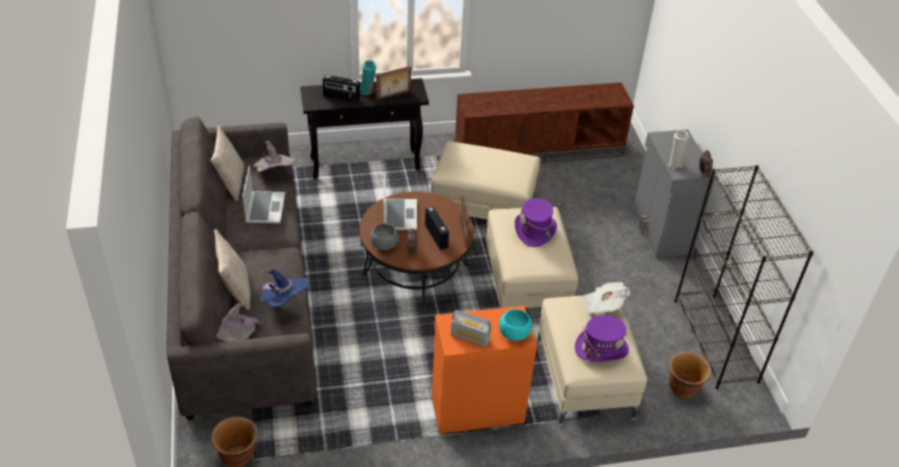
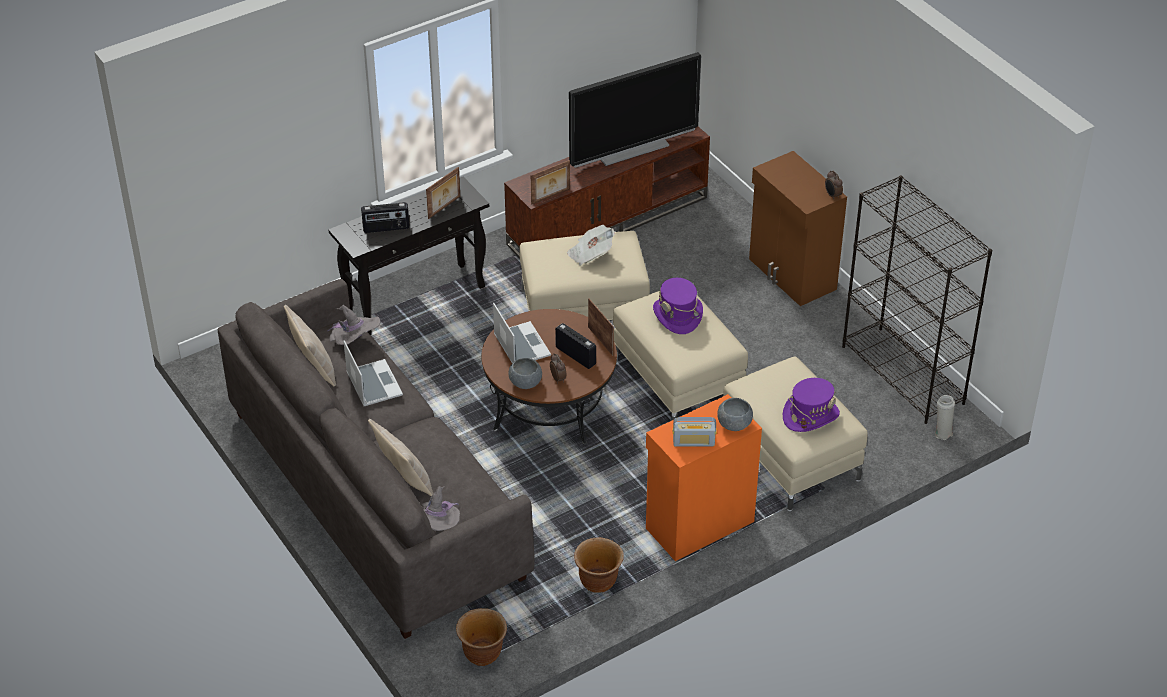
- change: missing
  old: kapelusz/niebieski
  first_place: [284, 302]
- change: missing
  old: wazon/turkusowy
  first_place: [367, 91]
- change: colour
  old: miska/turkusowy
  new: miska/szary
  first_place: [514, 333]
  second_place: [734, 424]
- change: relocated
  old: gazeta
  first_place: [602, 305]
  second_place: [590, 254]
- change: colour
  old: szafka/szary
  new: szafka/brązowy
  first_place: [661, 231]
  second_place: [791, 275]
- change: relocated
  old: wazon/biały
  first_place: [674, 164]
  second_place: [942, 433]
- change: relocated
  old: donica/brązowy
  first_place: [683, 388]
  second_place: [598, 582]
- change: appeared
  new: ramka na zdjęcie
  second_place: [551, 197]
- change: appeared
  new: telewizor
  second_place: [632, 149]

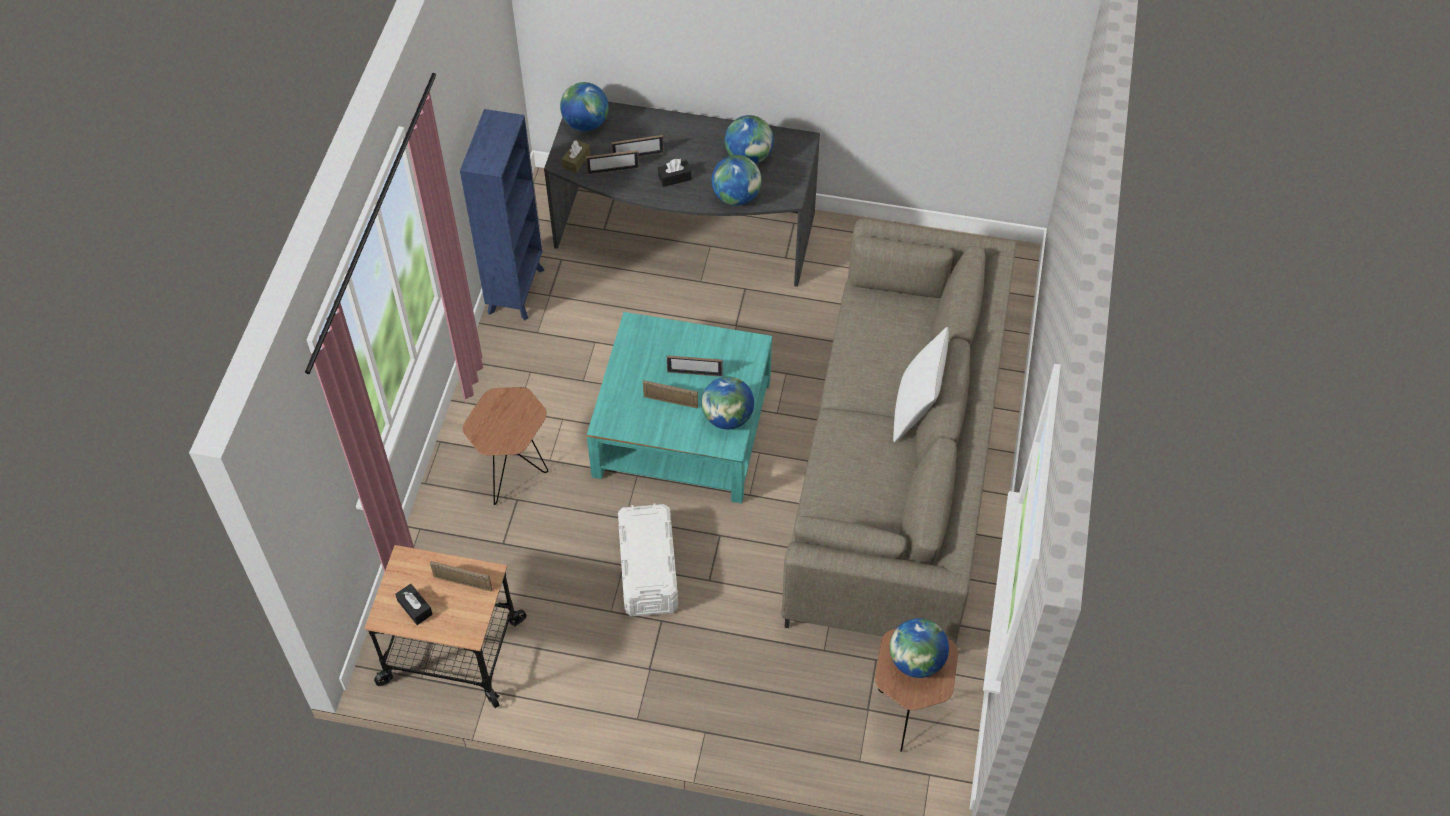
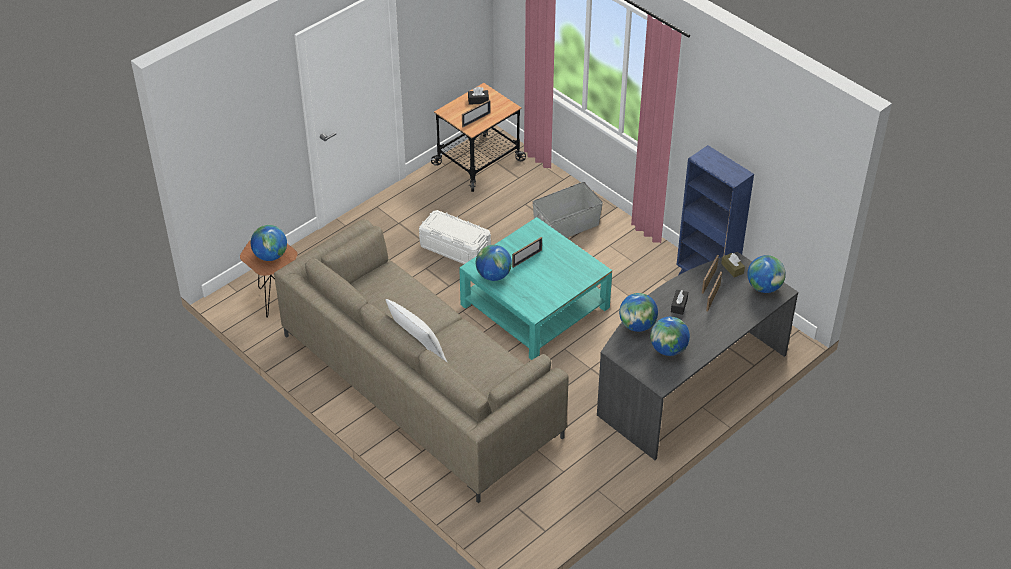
- change: exchanged
  old: stolik/brązowy
  new: pojemnik do przechowywania/szary
  first_place: [515, 474]
  second_place: [566, 226]
- change: missing
  old: ramka na zdjęcie
  first_place: [694, 373]

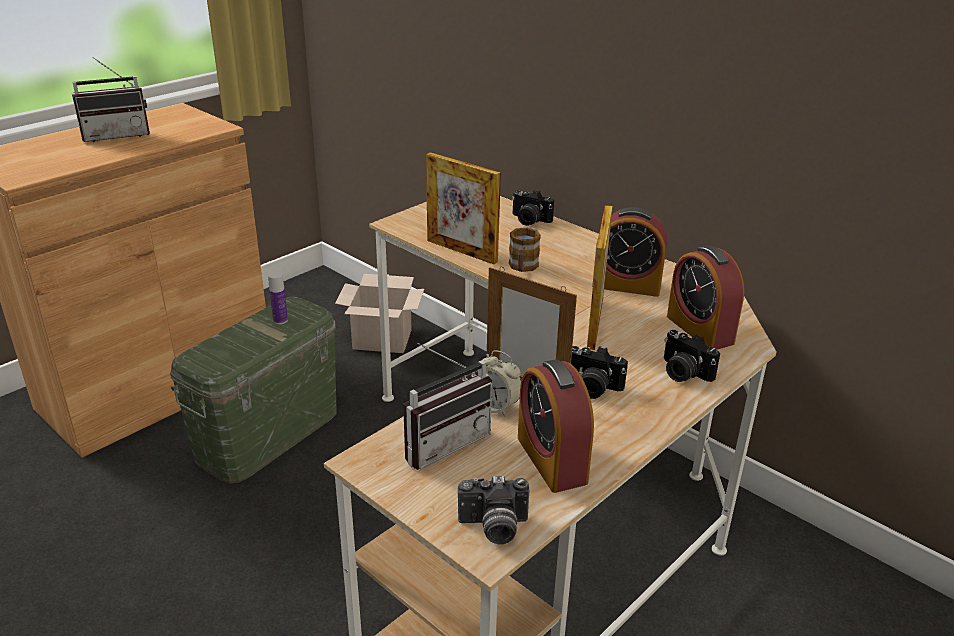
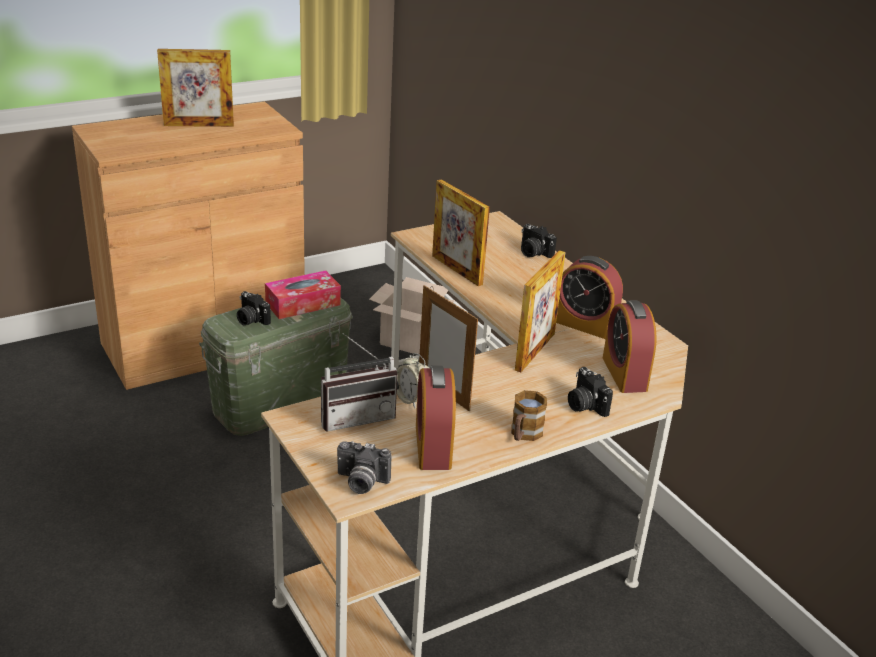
- change: exchanged
  old: radio
  new: ramka na zdjęcie
  first_place: [117, 135]
  second_place: [198, 125]
- change: exchanged
  old: butelka
  new: pudełko chusteczek
  first_place: [280, 320]
  second_place: [303, 304]
- change: relocated
  old: kubek
  first_place: [522, 268]
  second_place: [524, 434]
- change: relocated
  old: aparat fotograficzny
  first_place: [592, 387]
  second_place: [251, 320]

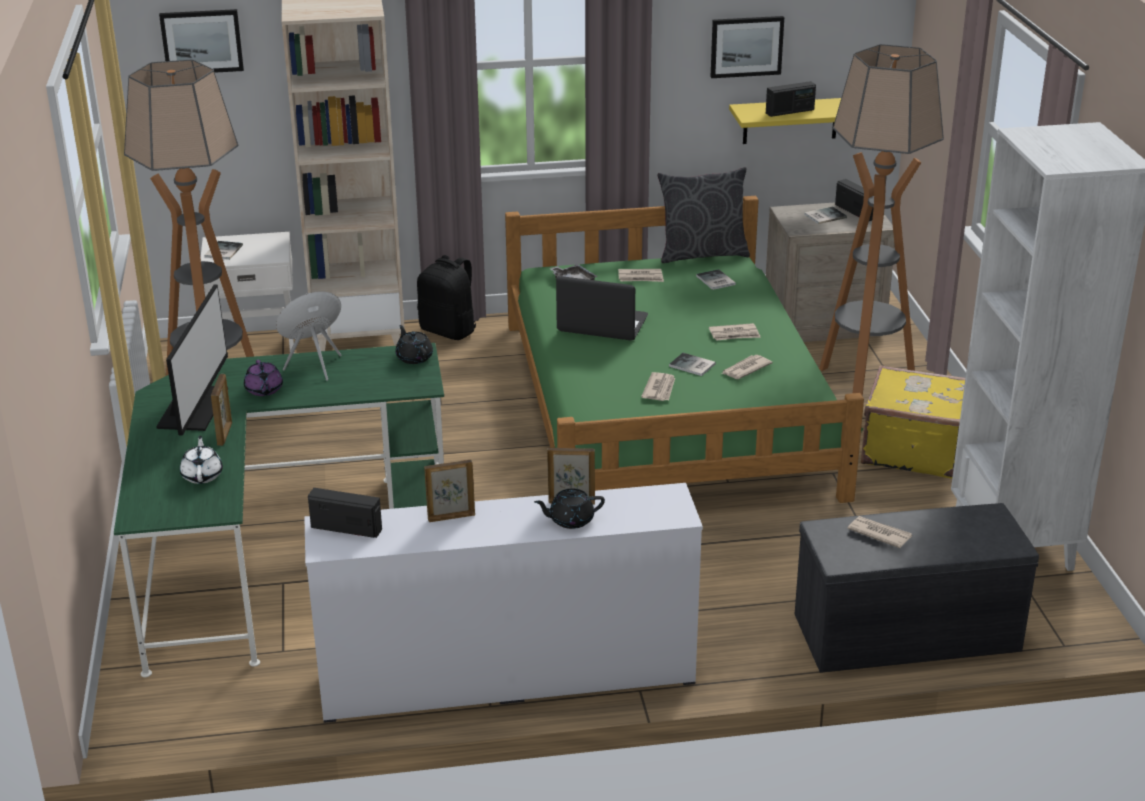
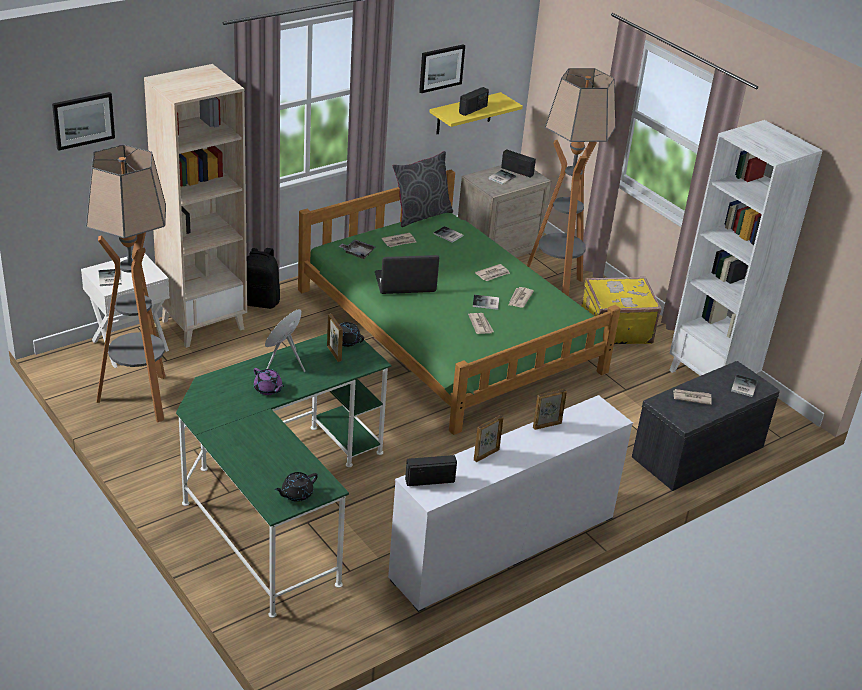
- change: missing
  old: monitor
  first_place: [195, 408]
- change: missing
  old: imbryk/biały
  first_place: [202, 475]
- change: relocated
  old: ramka na zdjęcie
  first_place: [225, 434]
  second_place: [334, 353]
- change: relocated
  old: imbryk/czarny
  first_place: [570, 520]
  second_place: [296, 494]
- change: appeared
  new: książka
  second_place: [743, 386]

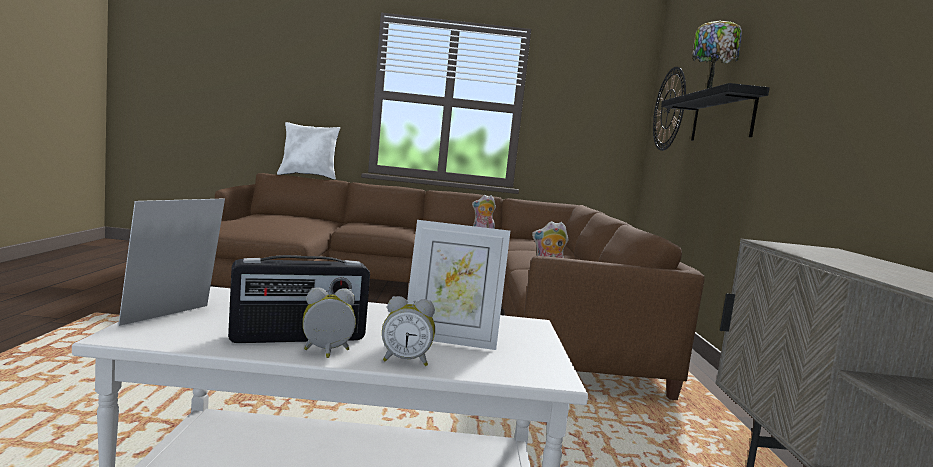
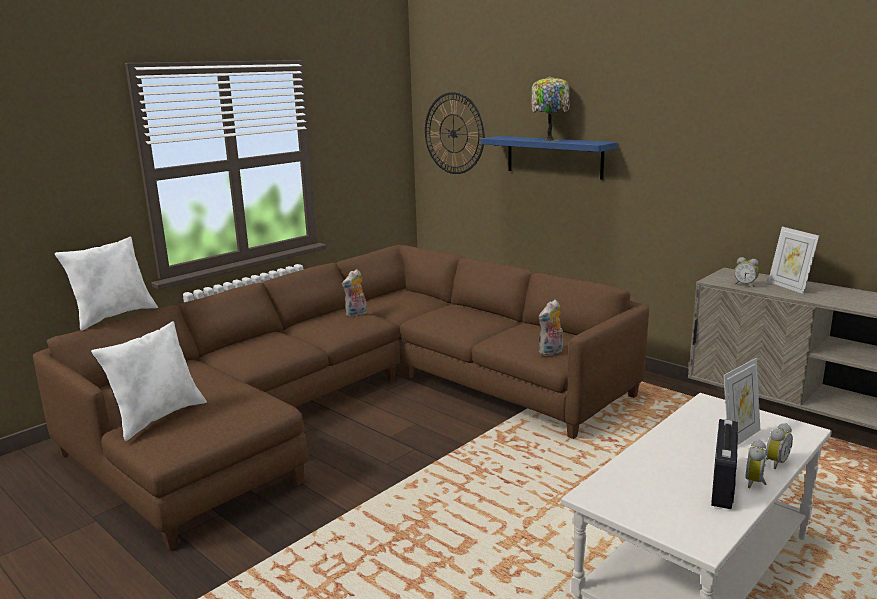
- change: relocated
  old: ramka na zdjęcie
  first_place: [172, 317]
  second_place: [789, 287]
- change: colour
  old: półka/czarny
  new: półka/niebieski
  first_place: [722, 118]
  second_place: [554, 156]
- change: appeared
  new: poduszka/biały
  second_place: [158, 417]
- change: appeared
  new: budzik
  second_place: [745, 285]

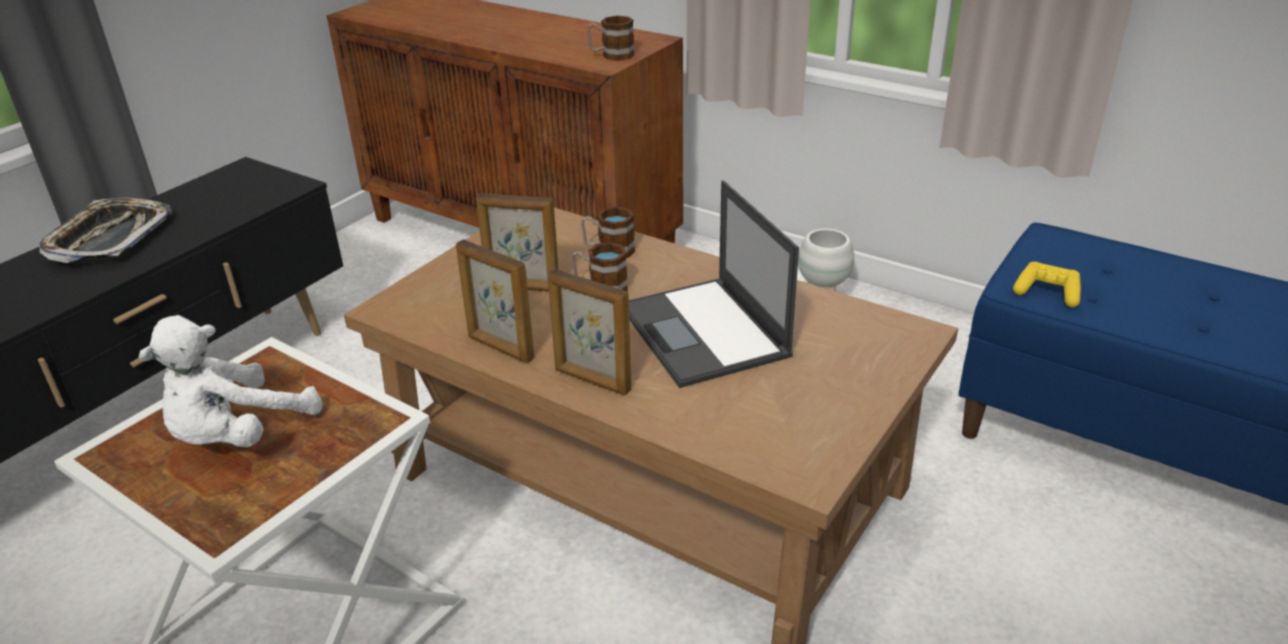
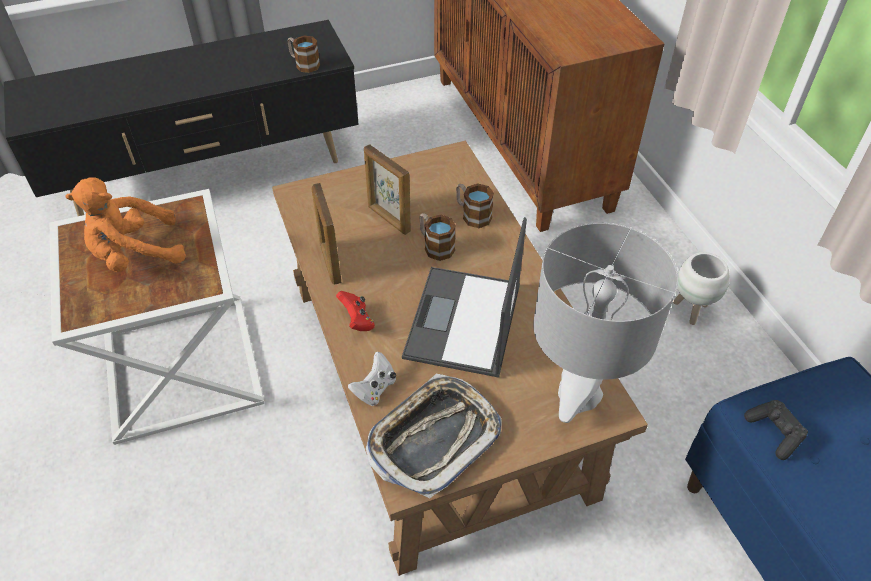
- change: relocated
  old: taca
  first_place: [110, 237]
  second_place: [434, 438]
- change: colour
  old: pluszak/biały
  new: pluszak/pomarańczowy
  first_place: [238, 435]
  second_place: [135, 254]
- change: exchanged
  old: ramka na zdjęcie
  new: pad do gier/czerwony
  first_place: [592, 380]
  second_place: [357, 321]
- change: relocated
  old: kubek
  first_place: [611, 55]
  second_place: [304, 64]
- change: colour
  old: pad do gier/żółty
  new: pad do gier/czarny
  first_place: [1047, 293]
  second_place: [774, 433]
- change: appeared
  new: pad do gier/biały
  second_place: [375, 389]
- change: appeared
  new: lampa stołowa/szary
  second_place: [578, 394]

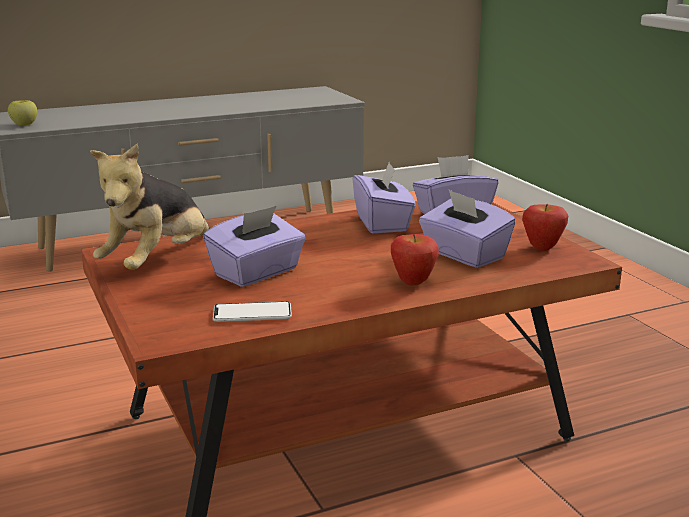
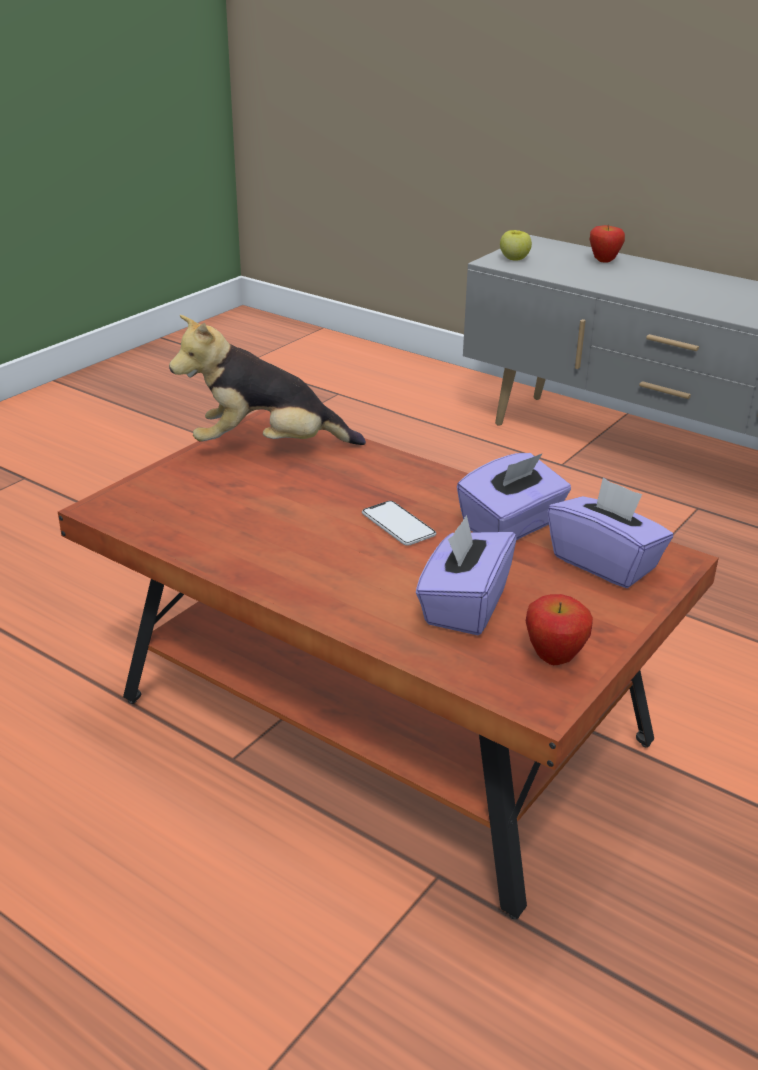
- change: missing
  old: pudełko chusteczek/fioletowy
  first_place: [257, 273]
- change: relocated
  old: telefon
  first_place: [252, 314]
  second_place: [398, 525]
- change: relocated
  old: jabłko
  first_place: [413, 283]
  second_place: [604, 261]

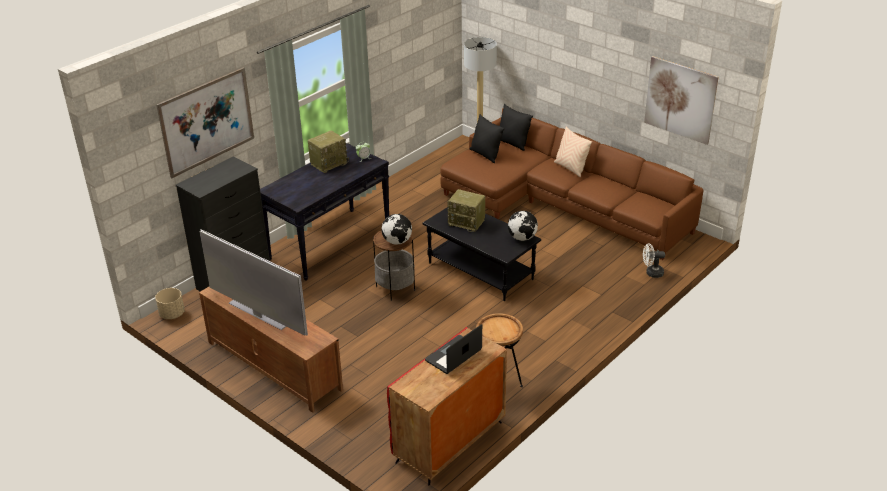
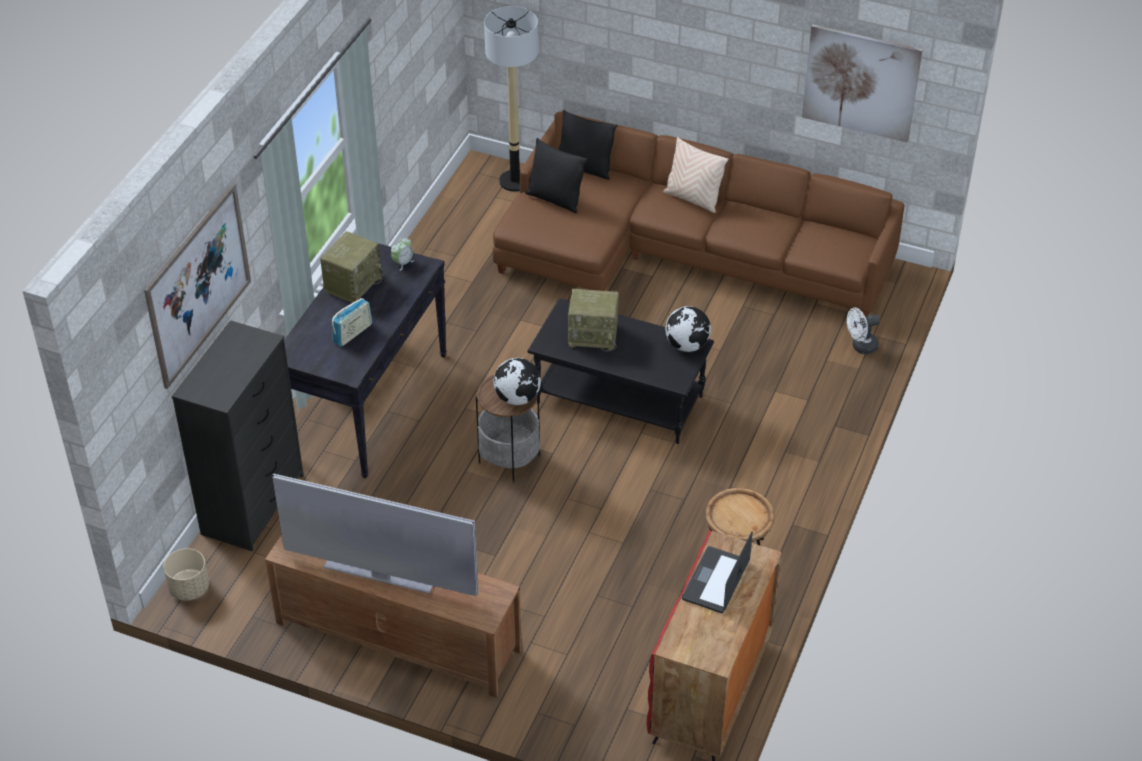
- change: appeared
  new: radio
  second_place: [353, 333]

